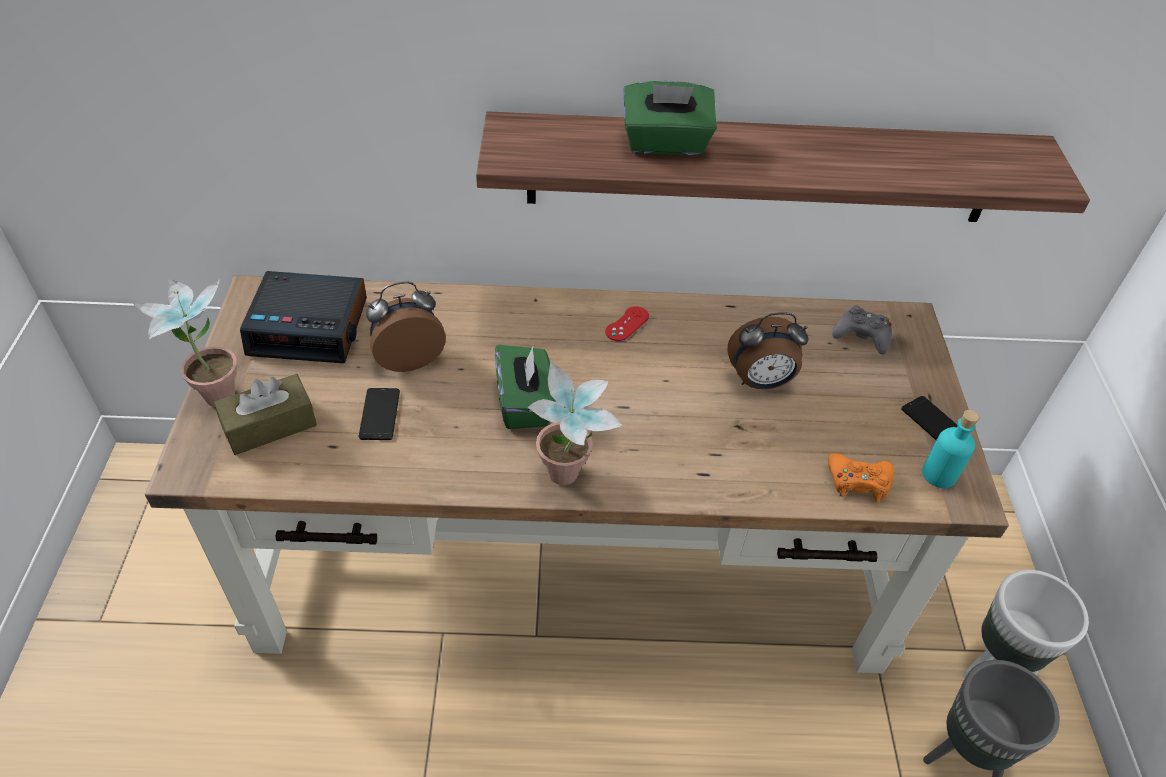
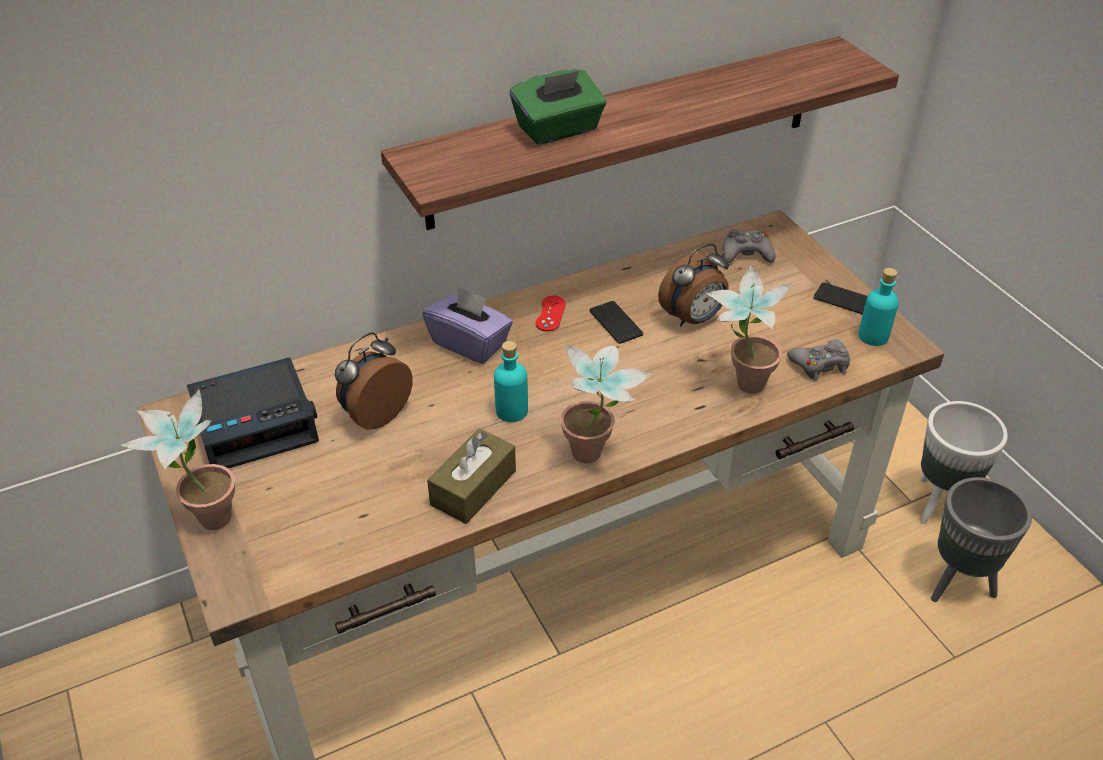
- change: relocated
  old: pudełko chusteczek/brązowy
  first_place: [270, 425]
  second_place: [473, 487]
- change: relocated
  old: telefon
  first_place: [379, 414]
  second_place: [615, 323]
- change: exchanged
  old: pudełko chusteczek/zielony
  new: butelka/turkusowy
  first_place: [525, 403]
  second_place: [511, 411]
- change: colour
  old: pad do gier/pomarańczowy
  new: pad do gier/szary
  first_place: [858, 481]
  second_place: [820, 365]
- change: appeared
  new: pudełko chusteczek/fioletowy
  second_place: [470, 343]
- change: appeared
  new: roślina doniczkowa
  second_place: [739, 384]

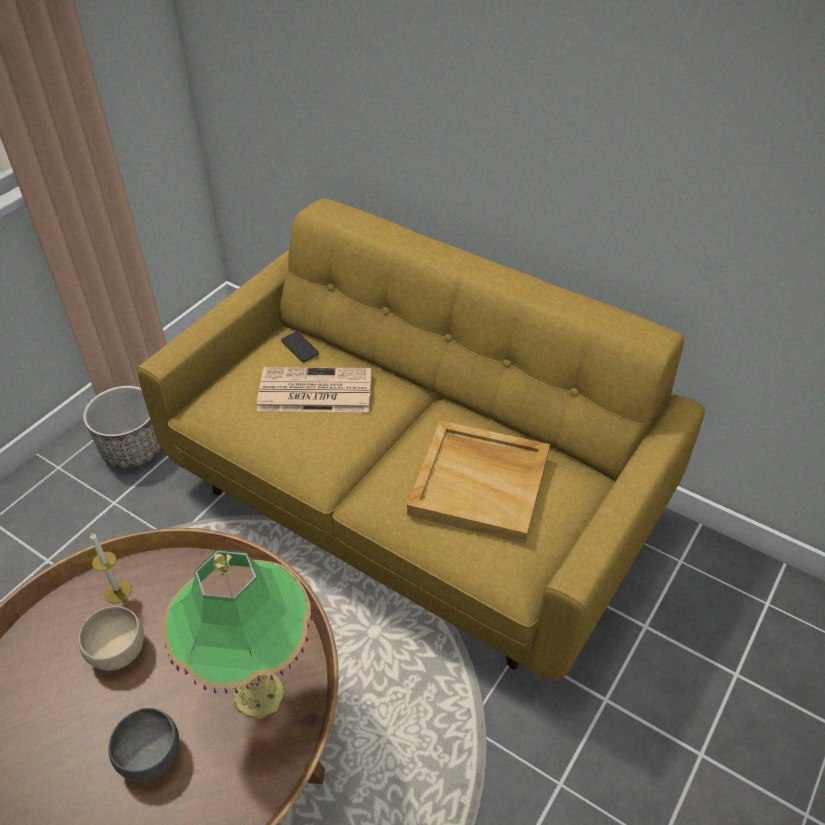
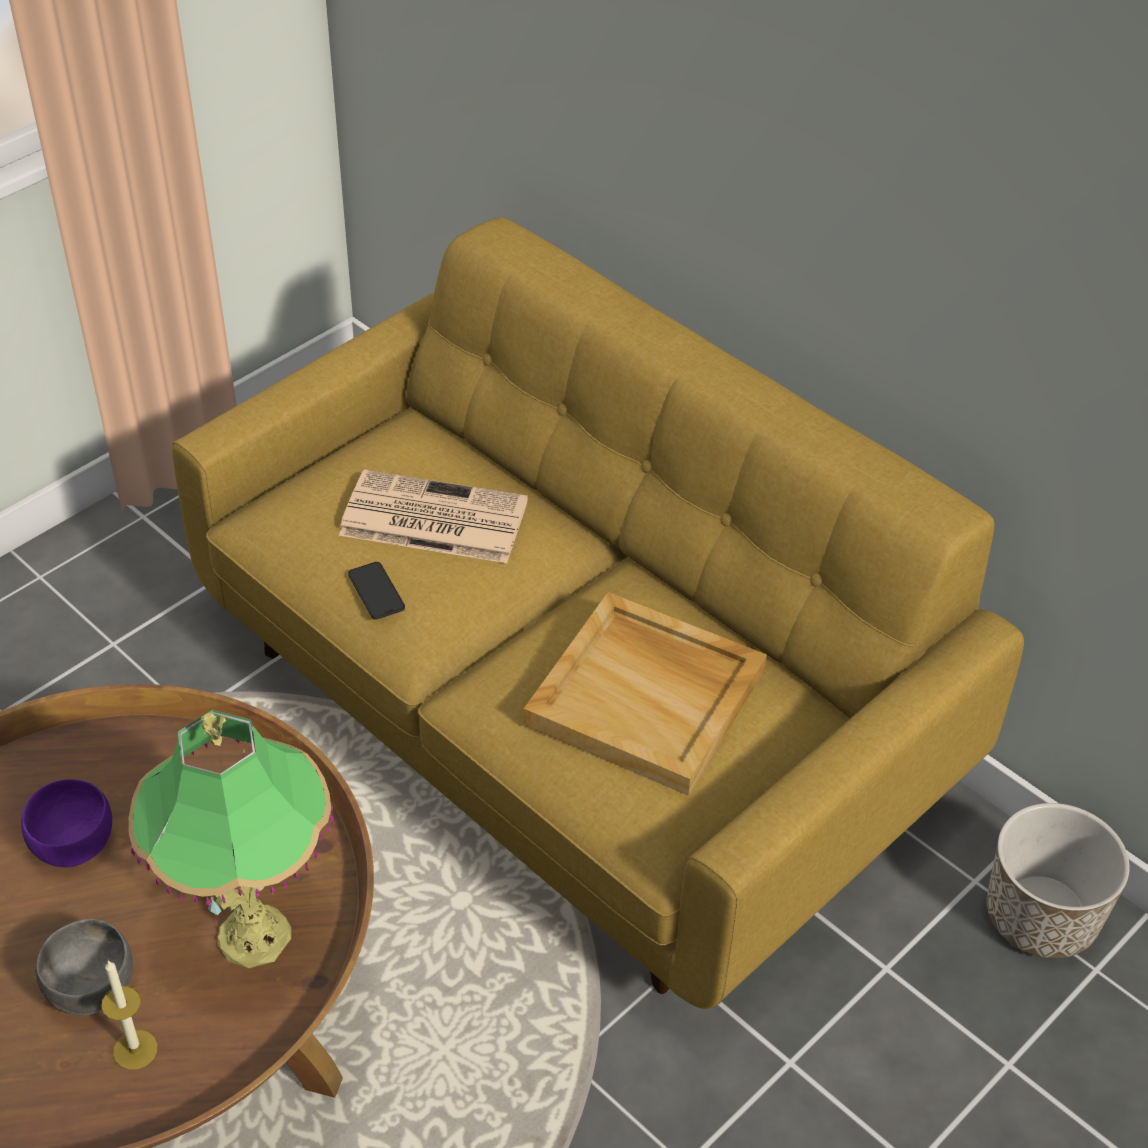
- change: colour
  old: miska/beżowy
  new: miska/fioletowy
  first_place: [117, 651]
  second_place: [73, 845]
- change: relocated
  old: donica
  first_place: [133, 449]
  second_place: [1041, 917]
- change: relocated
  old: świeca
  first_place: [117, 591]
  second_place: [135, 1050]
- change: relocated
  old: telefon
  first_place: [300, 347]
  second_place: [376, 591]

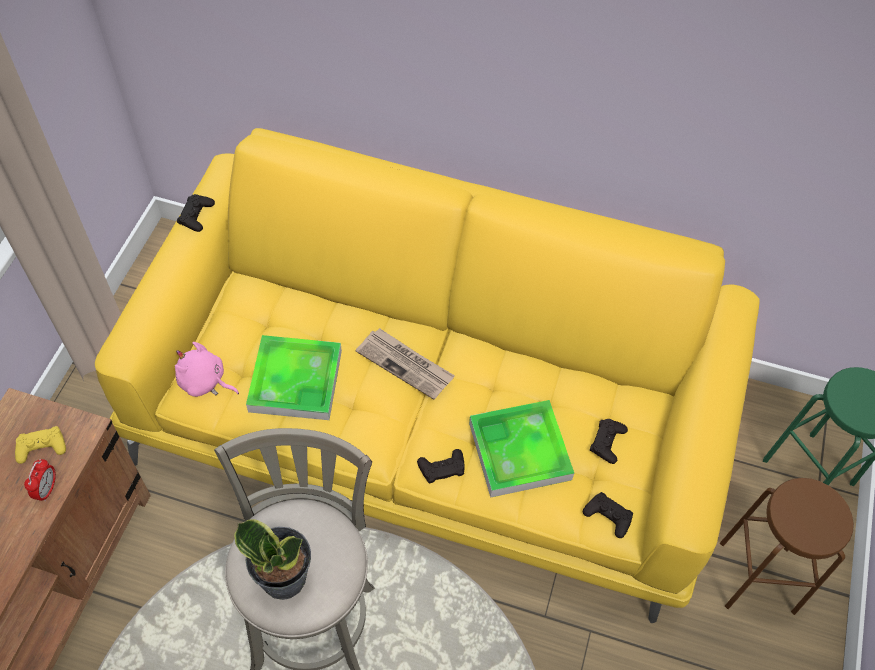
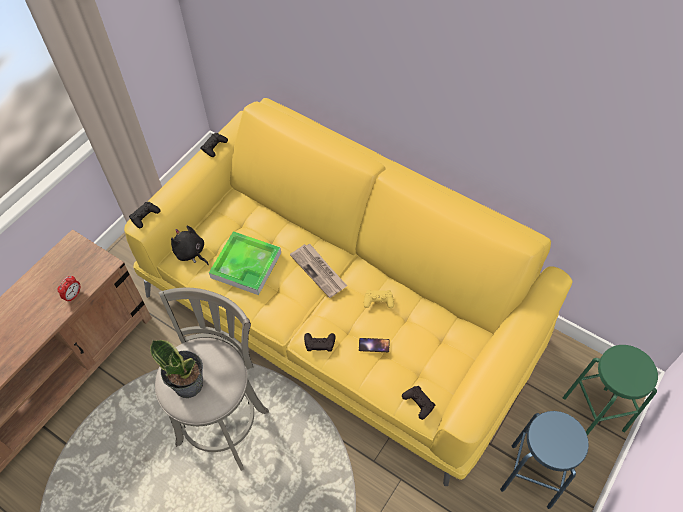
- change: relocated
  old: pad do gier/żółty
  first_place: [41, 447]
  second_place: [378, 300]
- change: colour
  old: pluszak/różowy
  new: pluszak/czarny
  first_place: [205, 382]
  second_place: [191, 253]
- change: exchanged
  old: taca
  new: telefon
  first_place: [519, 451]
  second_place: [374, 345]
- change: relocated
  old: pad do gier/czarny
  first_place: [607, 442]
  second_place: [145, 216]
- change: colour
  old: stołek/brązowy
  new: stołek/niebieski
  first_place: [758, 577]
  second_place: [531, 476]

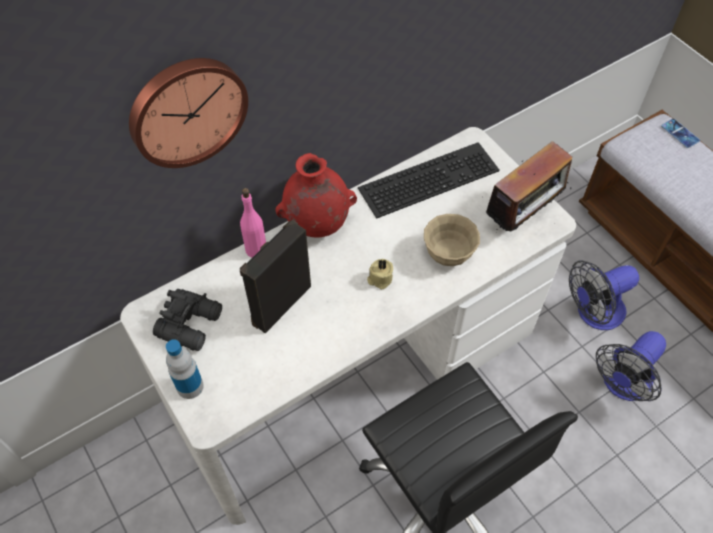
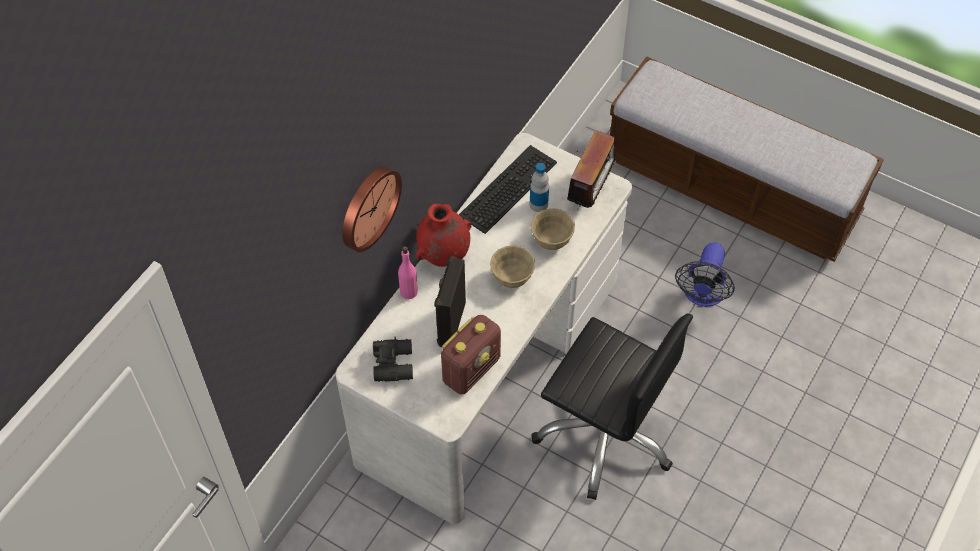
- change: relocated
  old: butelka
  first_place: [190, 386]
  second_place: [538, 204]
- change: exchanged
  old: świeca/beżowy
  new: miska/beżowy
  first_place: [379, 279]
  second_place: [512, 278]
- change: missing
  old: wentylator
  first_place: [593, 313]
- change: missing
  old: telefon
  first_place: [680, 133]
- change: appeared
  new: radio
  second_place: [471, 369]

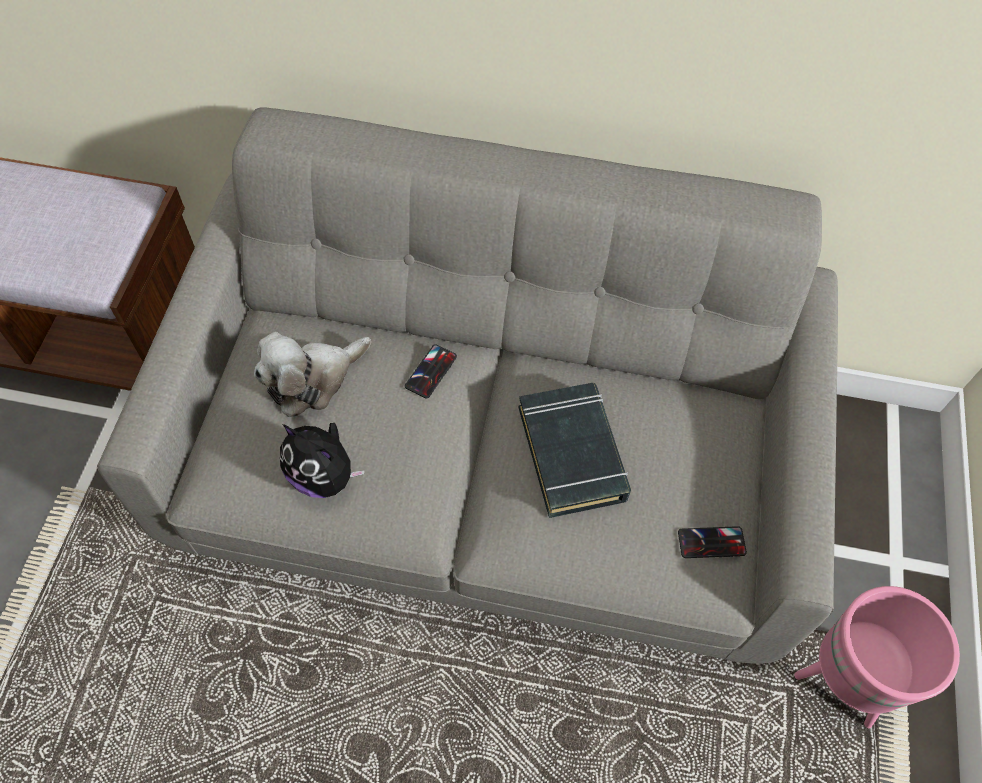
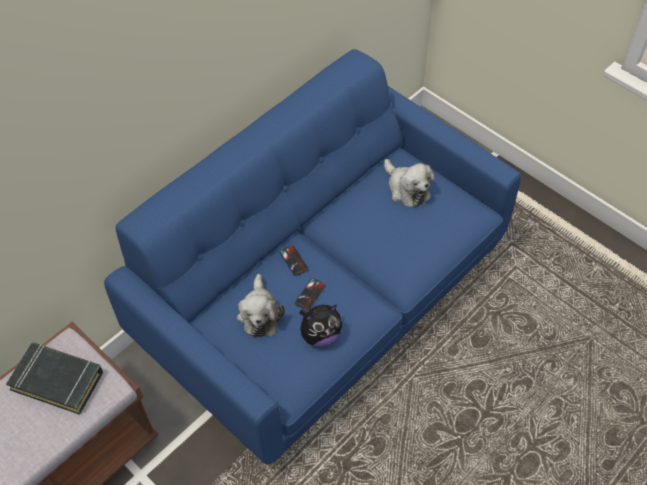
- change: colour
  old: kanapa/szary
  new: kanapa/niebieski
  first_place: [489, 477]
  second_place: [324, 302]
- change: relocated
  old: książka/czarny
  first_place: [572, 453]
  second_place: [57, 380]
- change: relocated
  old: telefon
  first_place: [711, 543]
  second_place: [310, 294]
- change: missing
  old: donica/różowy
  first_place: [843, 682]
- change: appeared
  new: pluszak
  second_place: [406, 189]

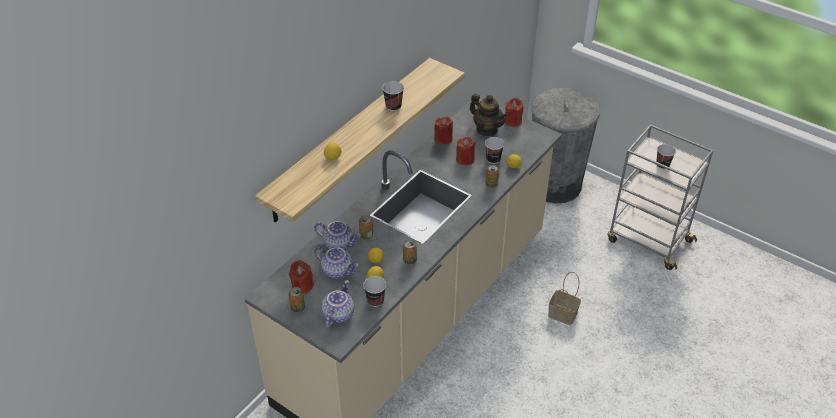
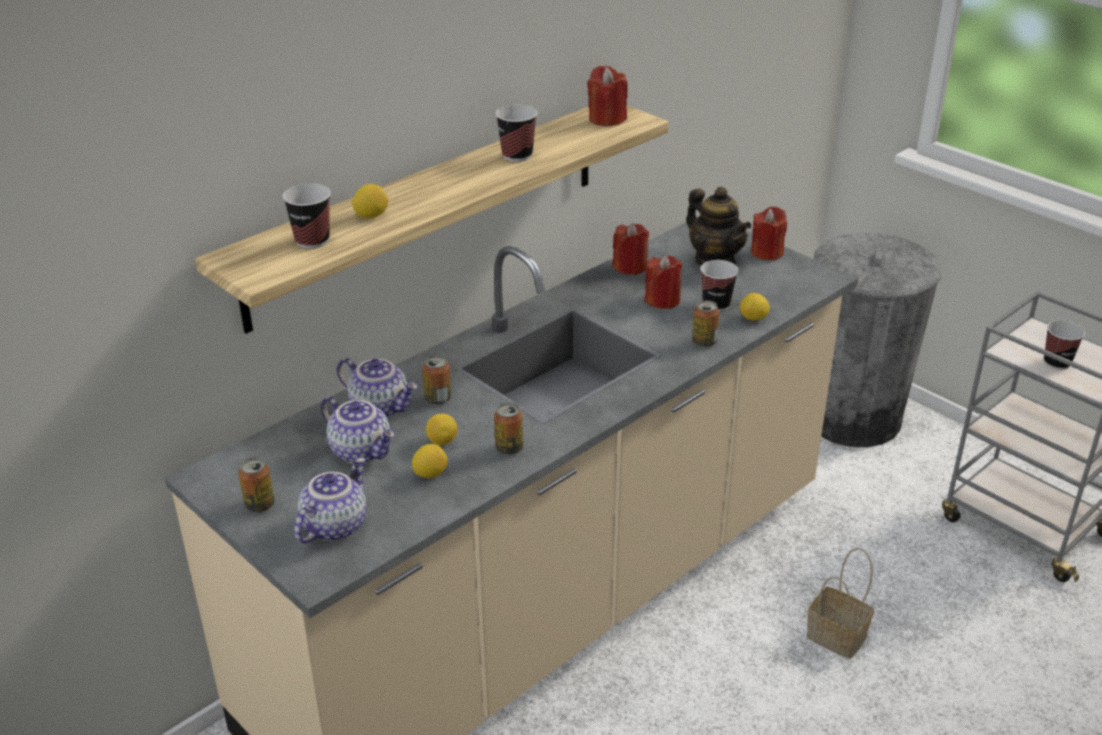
- change: relocated
  old: świeca/czerwony
  first_place: [302, 286]
  second_place: [606, 119]
- change: relocated
  old: filiżanka
  first_place: [375, 301]
  second_place: [312, 241]

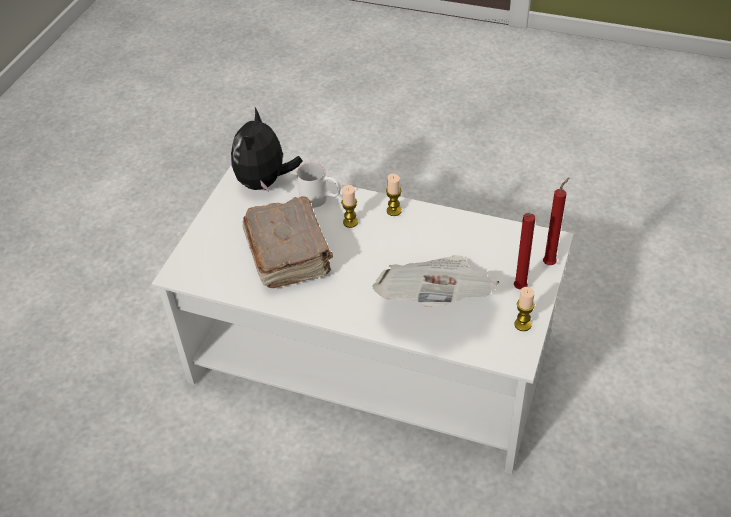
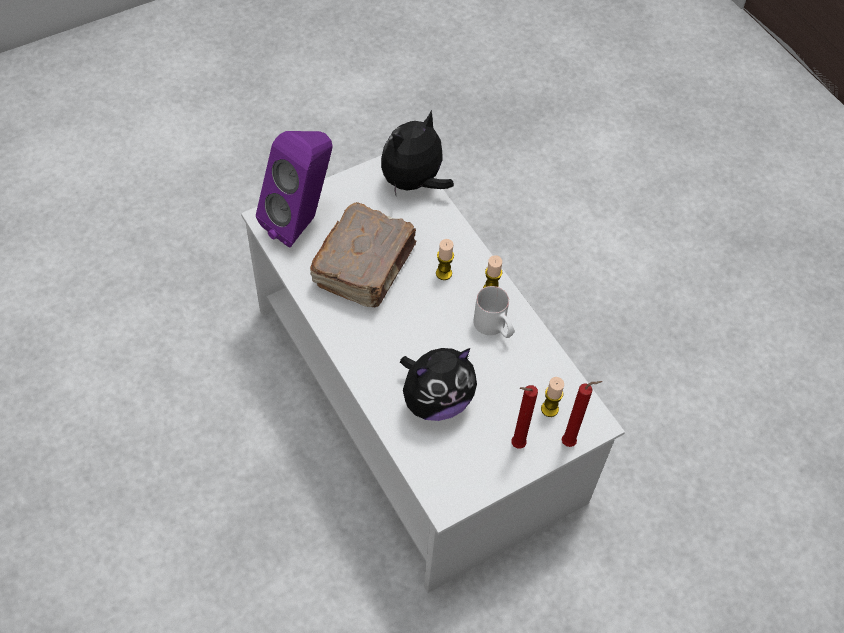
- change: relocated
  old: kubek/biały
  first_place: [320, 199]
  second_place: [494, 328]
- change: exchanged
  old: gazeta
  new: pluszak
  first_place: [436, 301]
  second_place: [436, 400]
- change: relocated
  old: świeca
  first_place: [522, 324]
  second_place: [549, 409]
- change: appeared
  new: głośnik/fioletowy
  second_place: [301, 221]

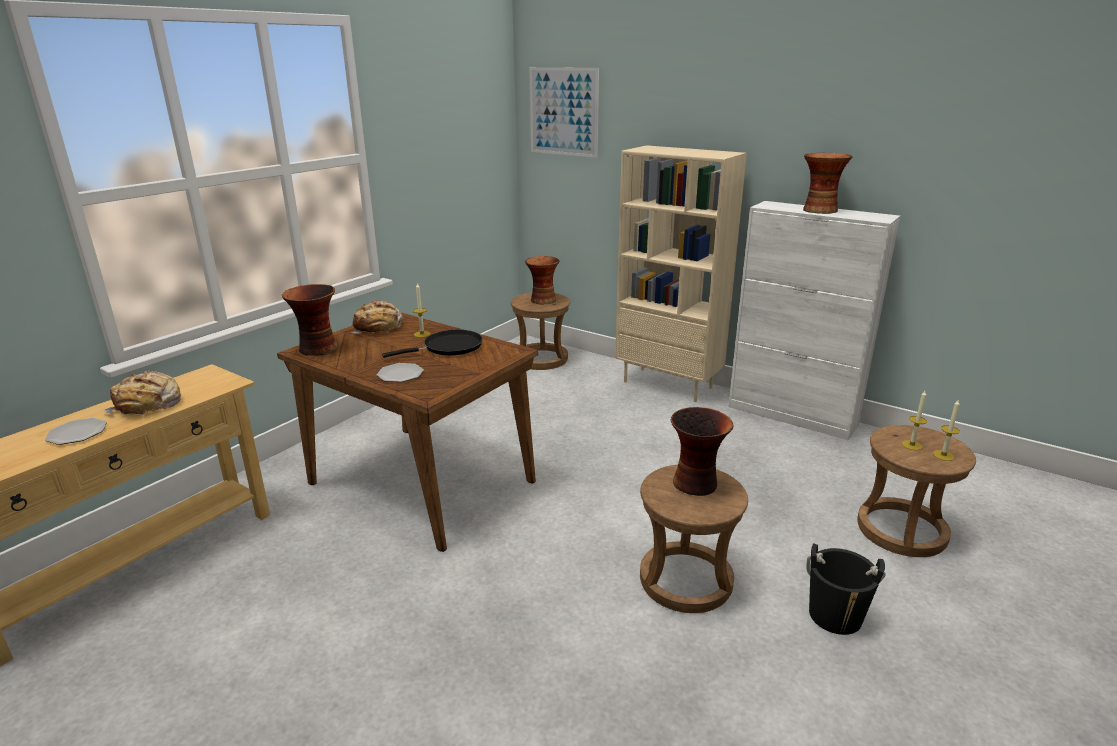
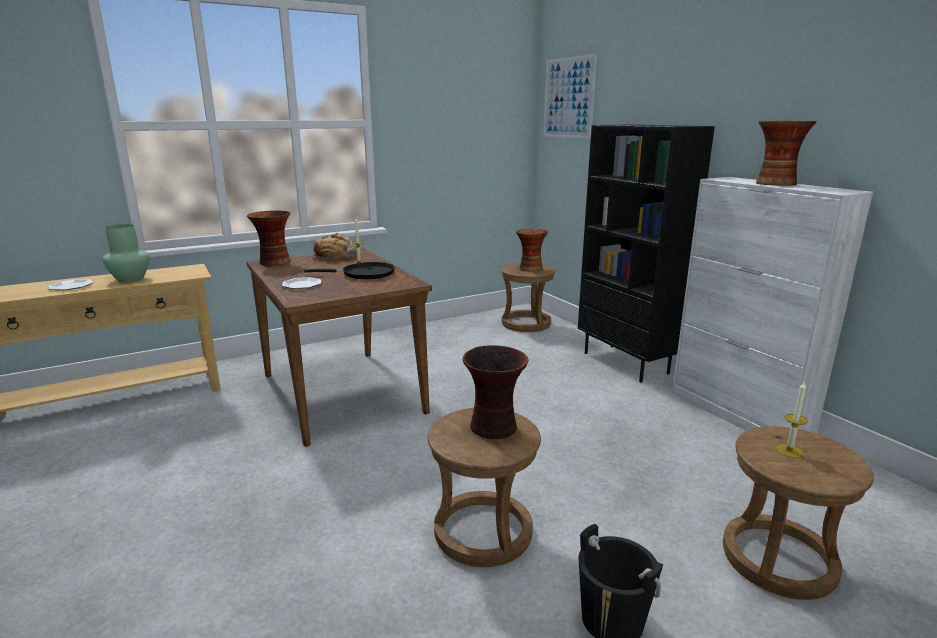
- change: exchanged
  old: chleb
  new: wazon/zielony
  first_place: [148, 405]
  second_place: [131, 279]
- change: colour
  old: regał/beżowy
  new: regał/czarny
  first_place: [668, 384]
  second_place: [626, 363]
- change: missing
  old: świeca
  first_place: [943, 455]

